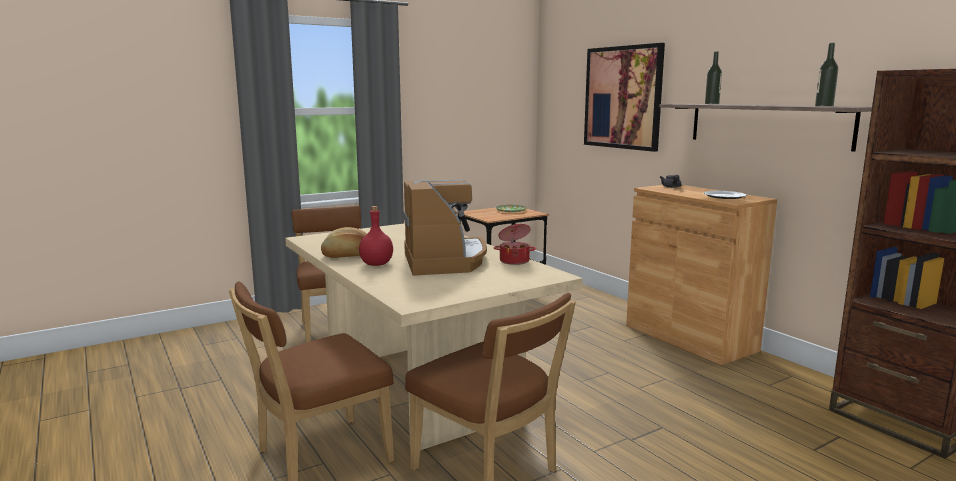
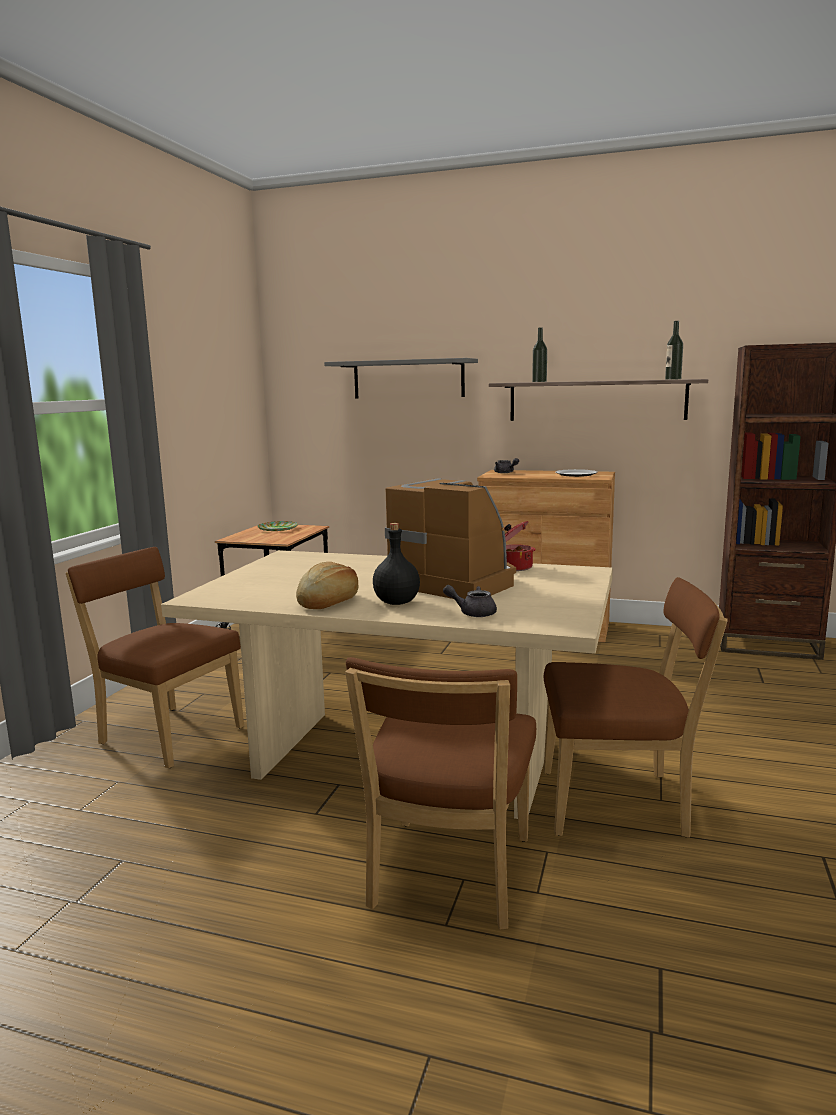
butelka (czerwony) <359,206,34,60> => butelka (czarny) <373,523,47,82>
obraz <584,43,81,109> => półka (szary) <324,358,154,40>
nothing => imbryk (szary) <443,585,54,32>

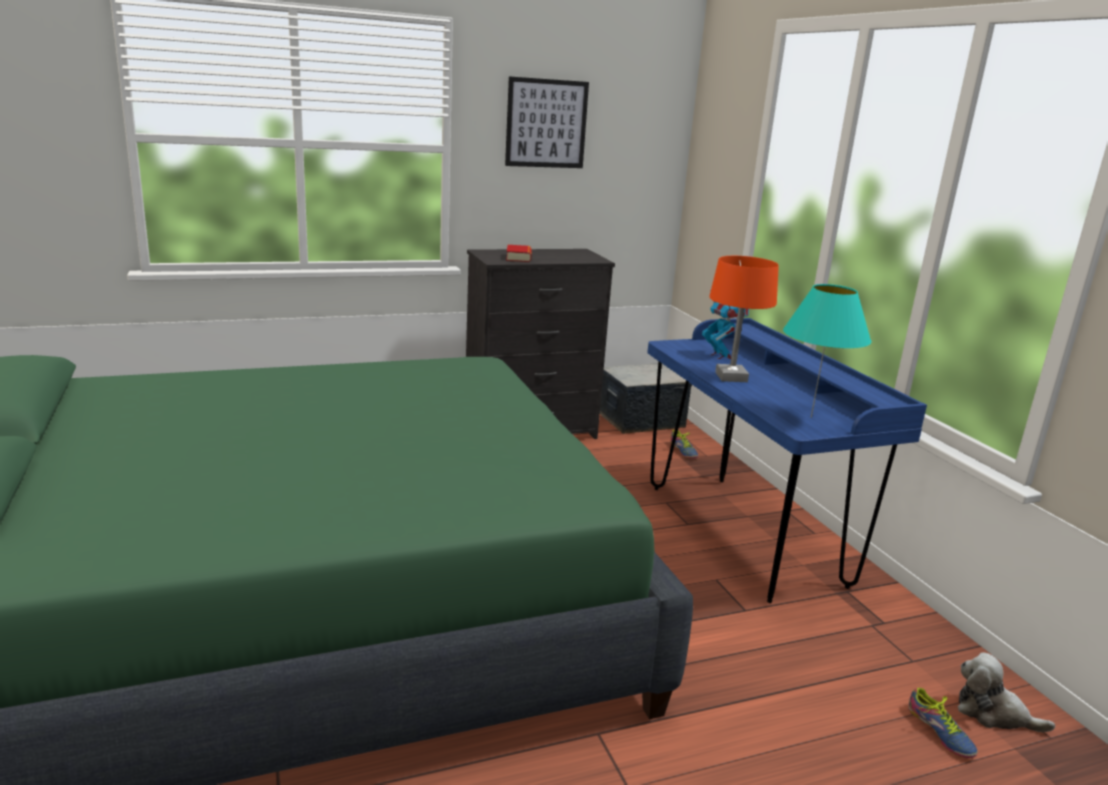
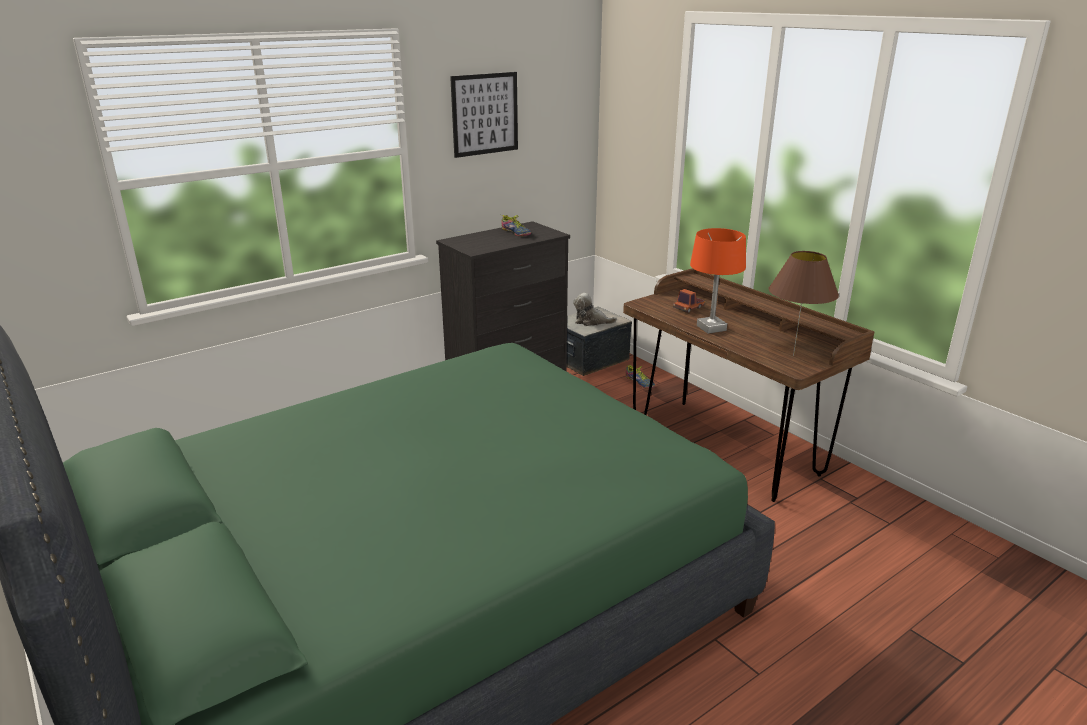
książka <506,245,26,17> => nothing
biurko (niebieski) <647,318,280,285> => biurko (brązowy) <623,268,252,234>
robot zabawkowy <702,290,47,69> => ciężarówka zabawkowa <673,289,32,24>
lampa stołowa (turkusowy) <783,284,88,134> => lampa stołowa (brązowy) <769,251,70,105>
but <908,687,70,71> => but <501,215,30,21>, relocated
pluszak <958,652,97,80> => pluszak <573,293,44,33>, relocated

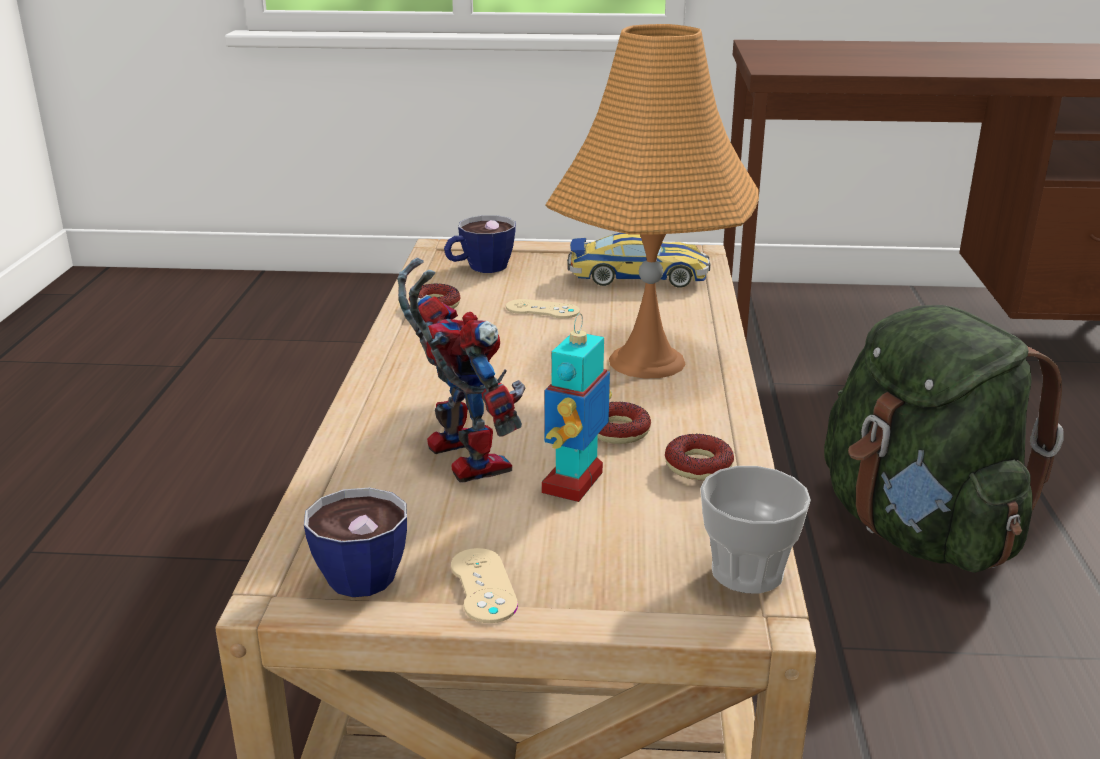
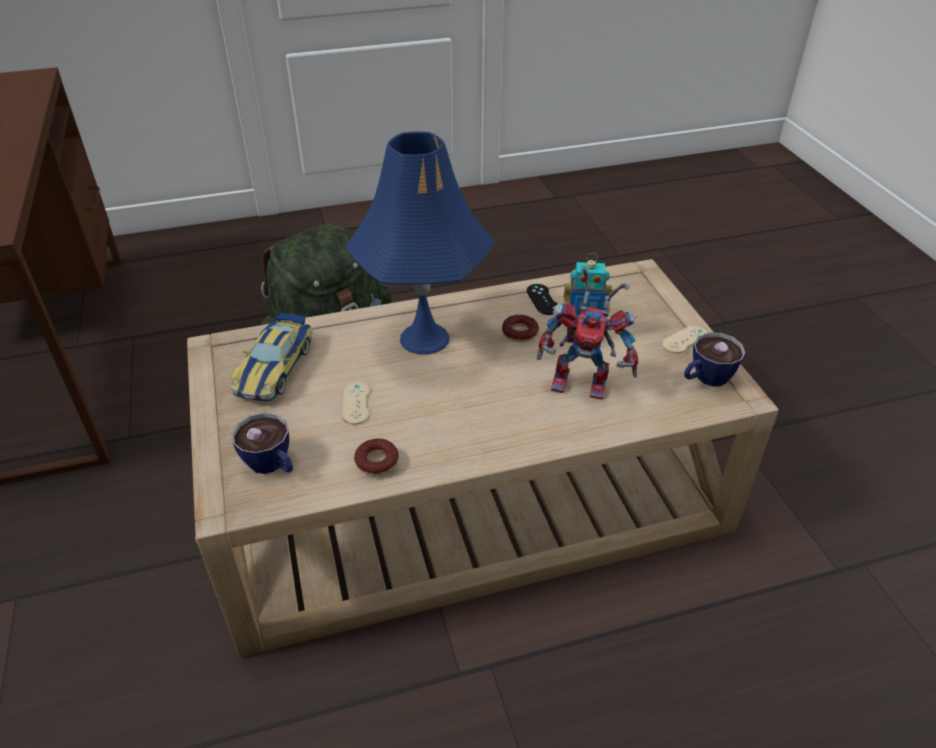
robot zabawkowy <397,257,128,226> => robot zabawkowy <537,266,101,134>, 120 degrees counterclockwise
lampa stołowa (pomarańczowy) <546,24,213,354> => lampa stołowa (niebieski) <345,131,150,224>
samochodzik <567,233,143,55> => samochodzik <231,313,82,88>, 150 degrees counterclockwise
donut <665,434,69,46> => pad do gier (czarny) <527,284,31,31>
filiżanka <700,466,111,127> => nothing

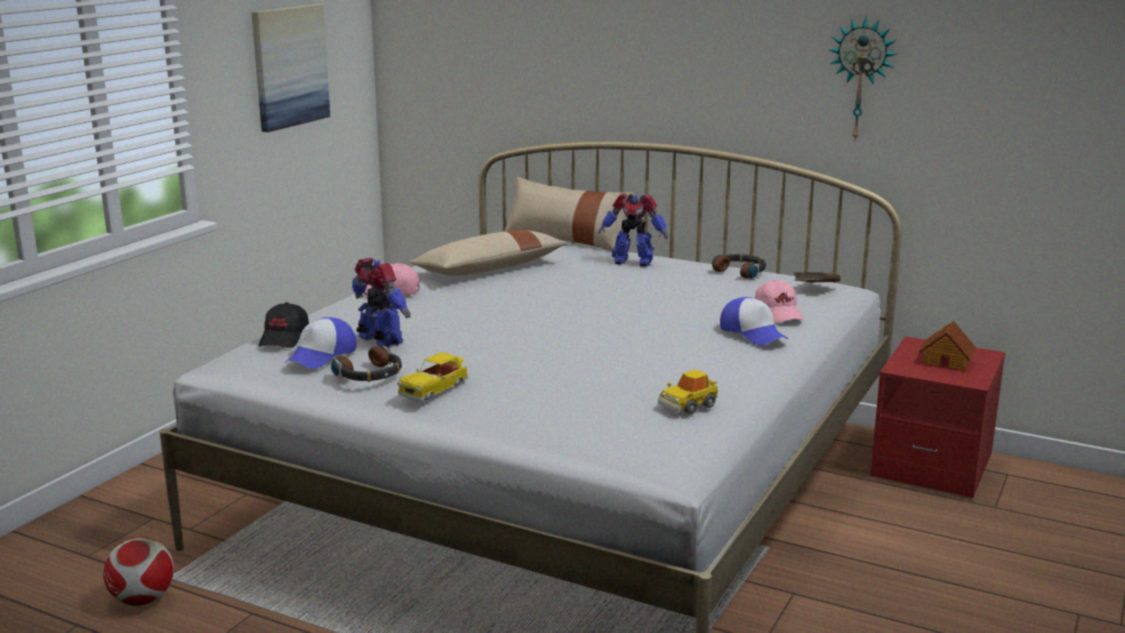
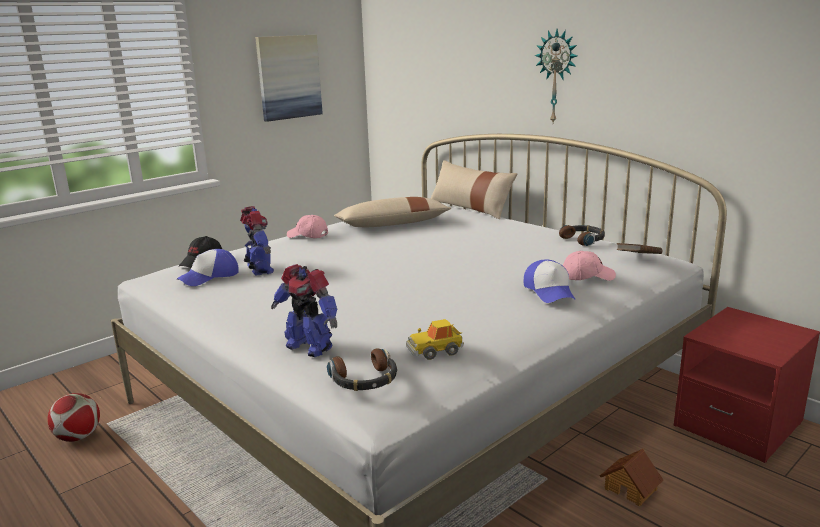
słuchawki <331,346,71,36> => słuchawki <327,348,70,43>, relocated
samochodzik <398,352,70,49> => nothing
robot zabawkowy <598,193,70,74> => robot zabawkowy <271,264,66,93>, relocated
czapka z daszkiem (różowy) <755,280,49,43> => czapka z daszkiem (różowy) <563,251,53,30>, 105 degrees counterclockwise
zegar ścienny <829,17,69,125> => zegar ścienny <535,29,42,94>, relocated
domek <919,321,57,50> => domek <600,449,63,57>, relocated

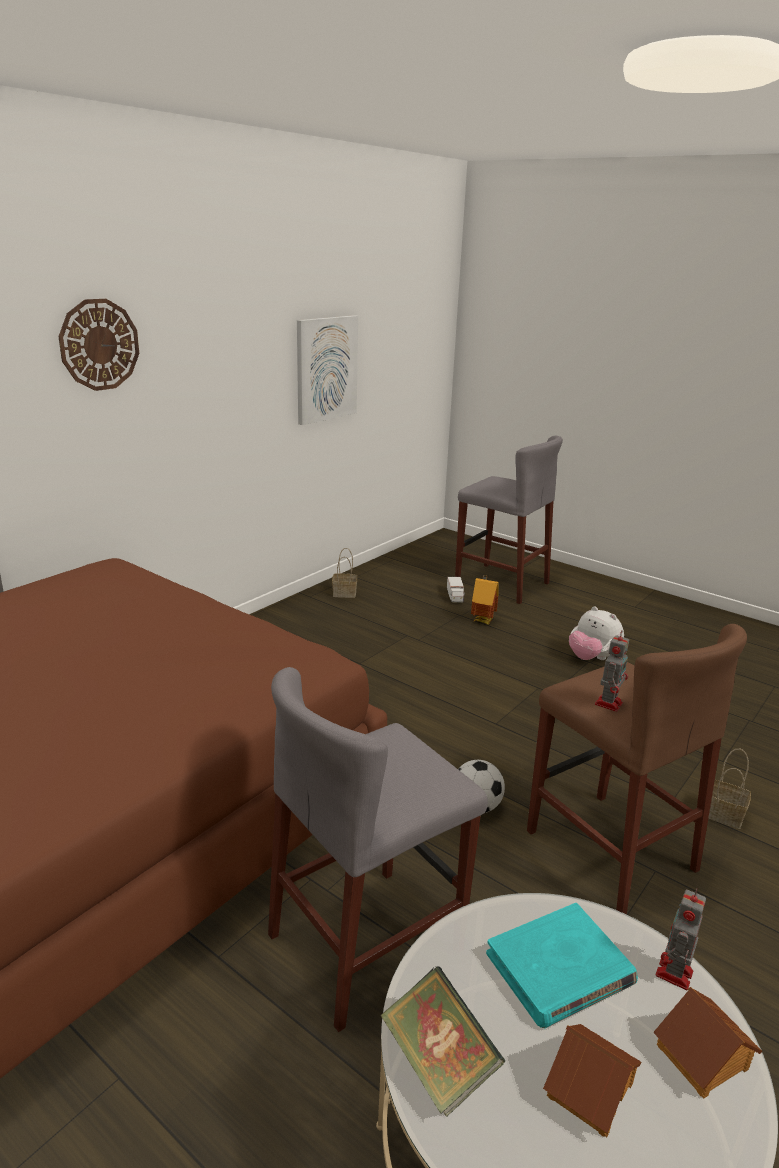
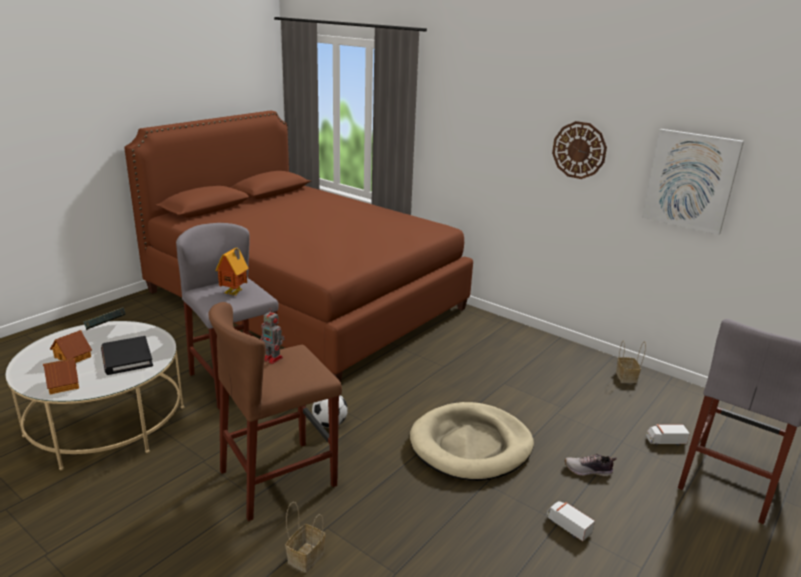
zegar ścienny <58,299,81,92> => zegar ścienny <552,121,55,58>, relocated
domek <471,575,27,50> => domek <215,248,33,48>, relocated
książka (turkusowy) <486,903,152,125> => książka (czarny) <101,336,52,39>
pluszak <569,606,55,54> => ciężarówka zabawkowa <546,501,49,40>
robot zabawkowy <656,888,50,102> => nothing
nothing => legowisko (beżowy) <410,402,124,79>
nothing => but <565,454,52,22>

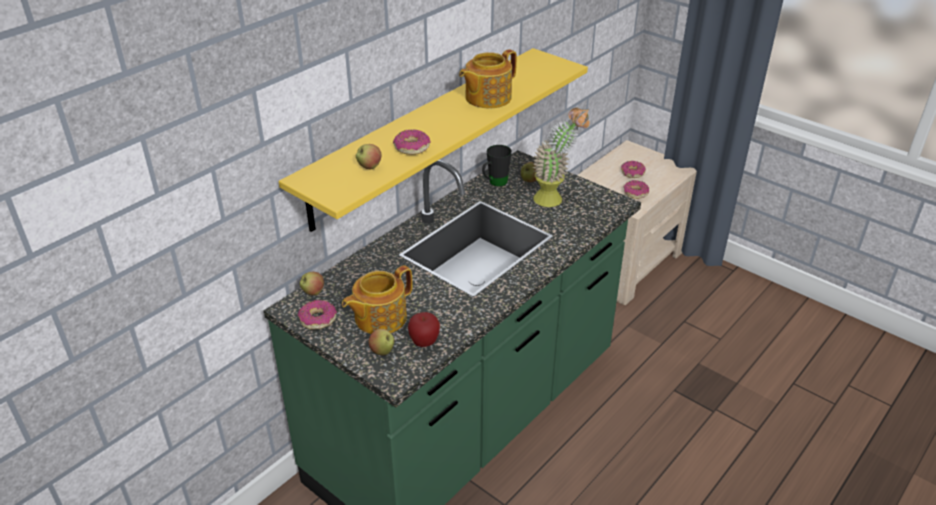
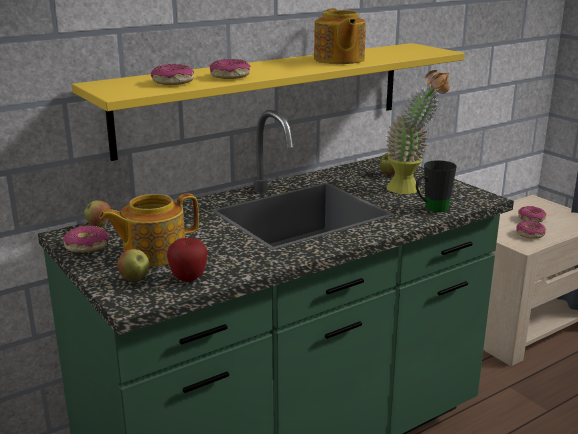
jabłko <356,144,26,25> => donut <151,64,43,21>
imbryk <459,49,58,59> => imbryk <314,9,52,55>, 75 degrees counterclockwise
kubek (czarny) <482,145,30,41> => kubek (czarny) <416,160,41,52>, relocated

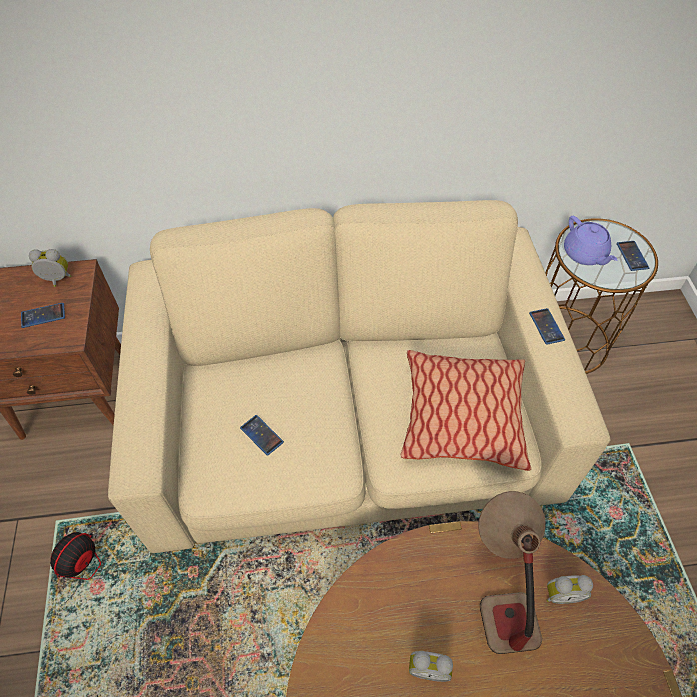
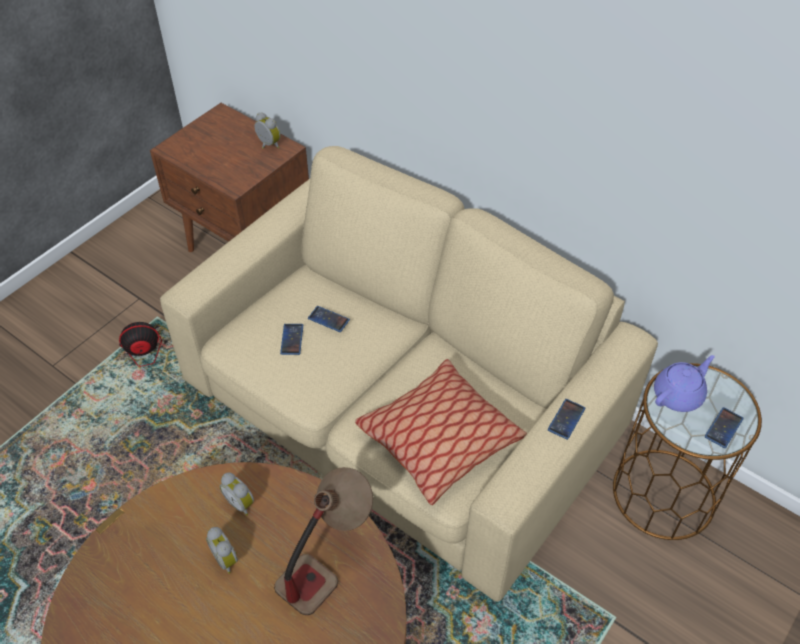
telefon <21,303,44,25> => telefon <308,306,42,26>, relocated
budzik <546,575,47,29> => budzik <220,472,34,44>, relocated
imbryk (fioletowy) <564,216,53,49> => imbryk (fioletowy) <654,355,61,57>, 150 degrees counterclockwise

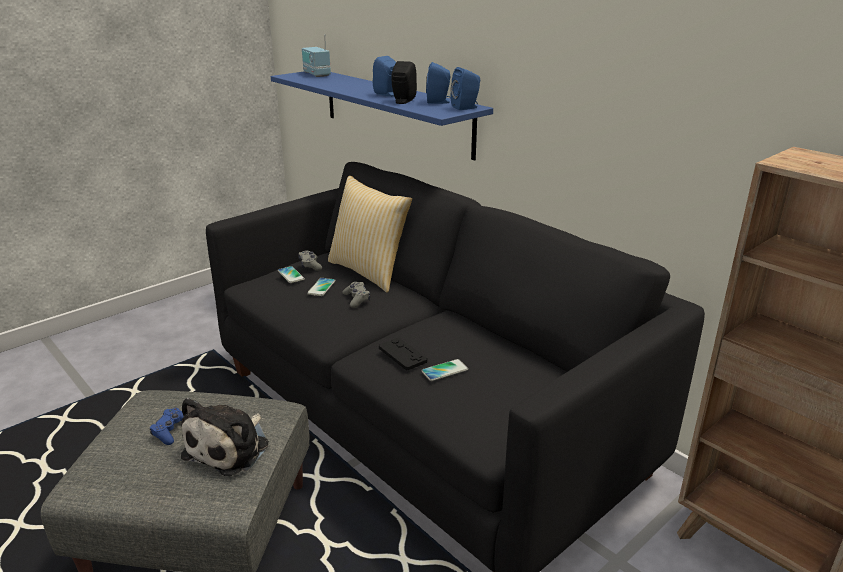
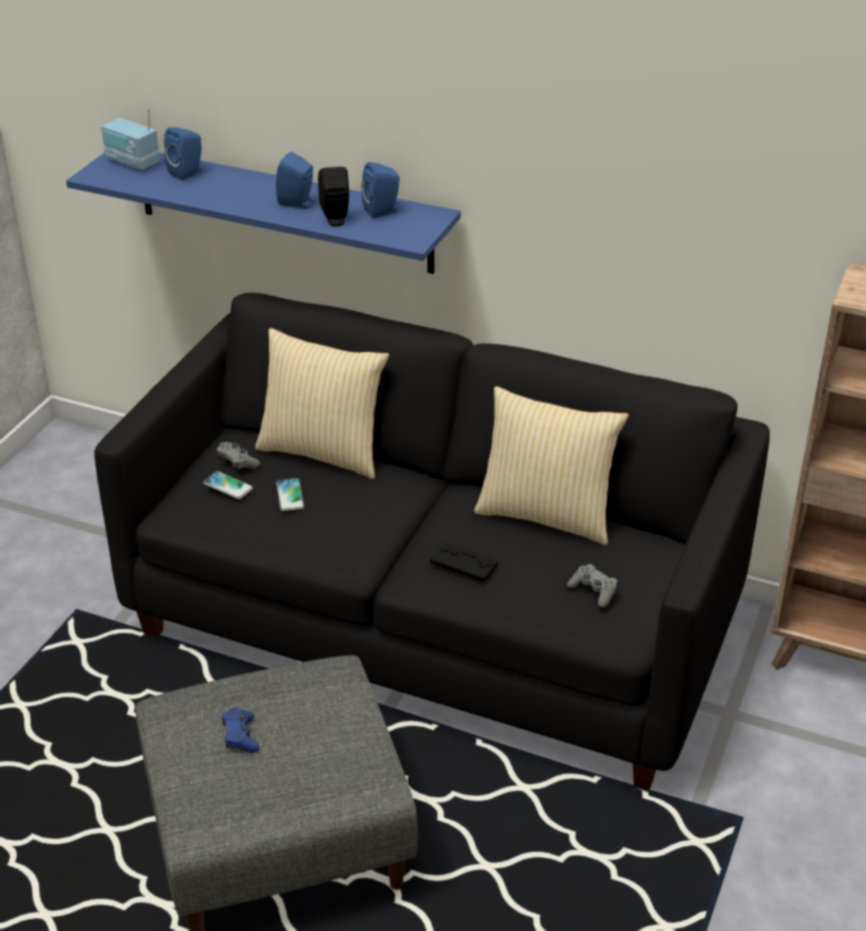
pluszak <181,397,88,79> => nothing
pad do gier (szary) <342,282,28,26> => pad do gier (szary) <567,564,50,44>, relocated
telefon <421,359,47,22> => nothing
głośnik (niebieski) <451,67,29,43> => głośnik (niebieski) <164,127,37,53>, relocated
nothing => poduszka <474,386,155,159>

